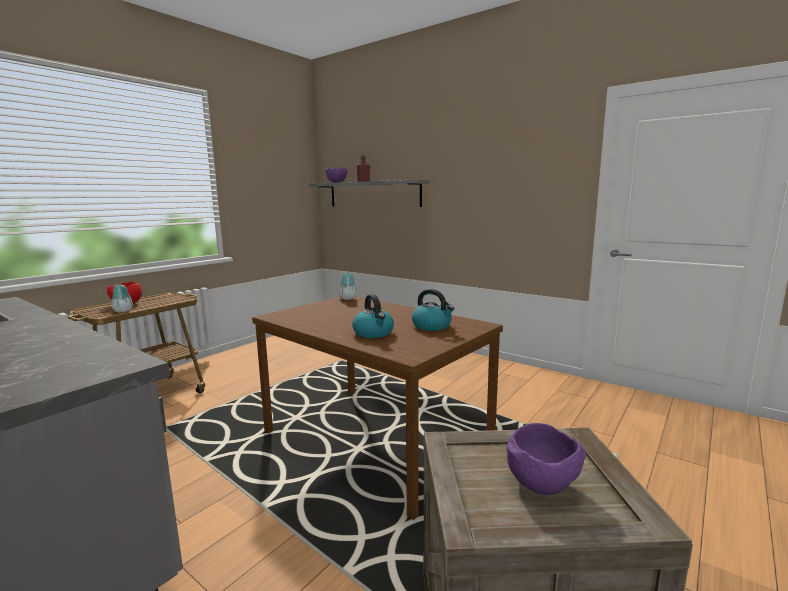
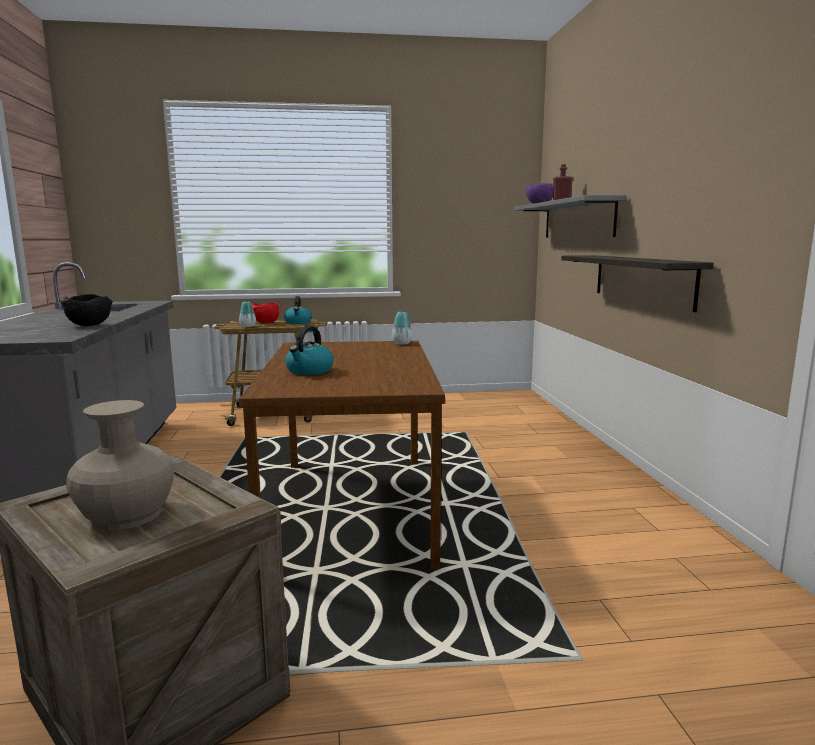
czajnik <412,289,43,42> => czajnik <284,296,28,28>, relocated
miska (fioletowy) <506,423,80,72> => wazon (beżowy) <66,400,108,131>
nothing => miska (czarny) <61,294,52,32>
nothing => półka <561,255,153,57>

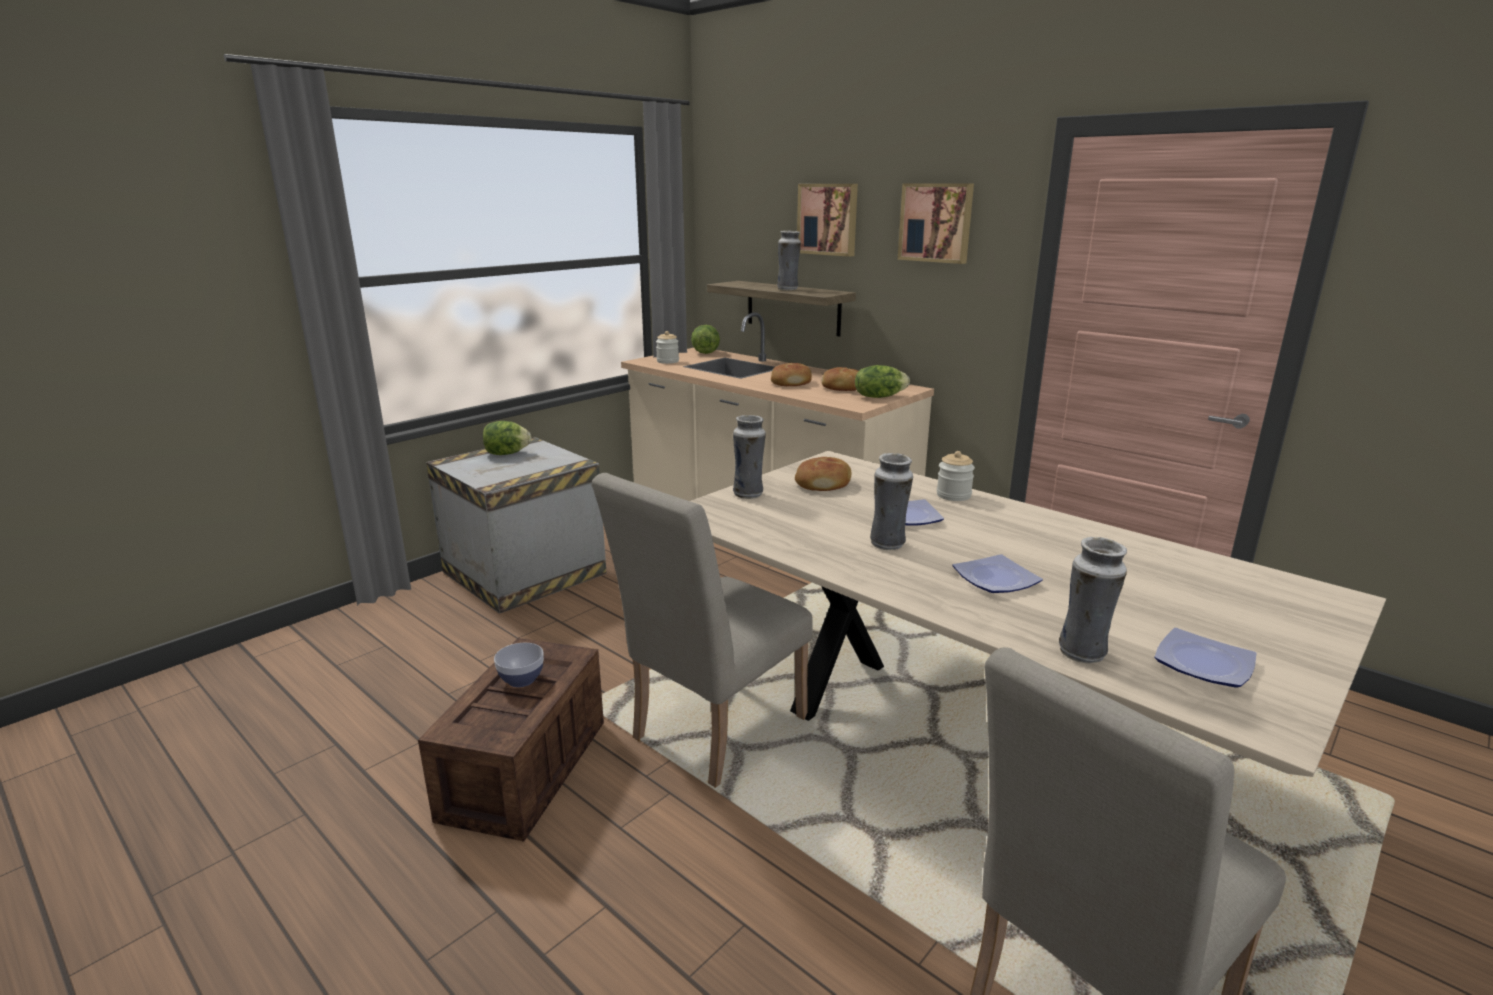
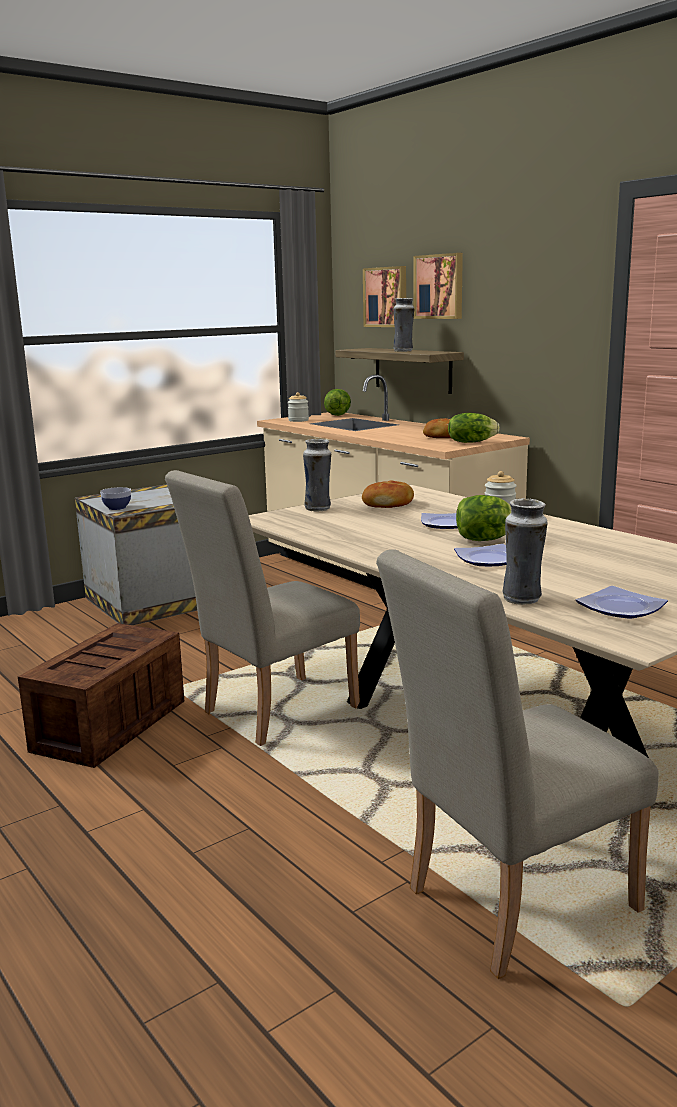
sałata <483,421,48,34> => sałata <456,495,55,46>, relocated
miska <494,643,50,44> => miska <100,487,31,23>, relocated
chleb <771,363,41,23> => nothing
wazon <870,453,43,97> => nothing
obraz <898,183,76,81> => obraz <363,266,43,61>, relocated

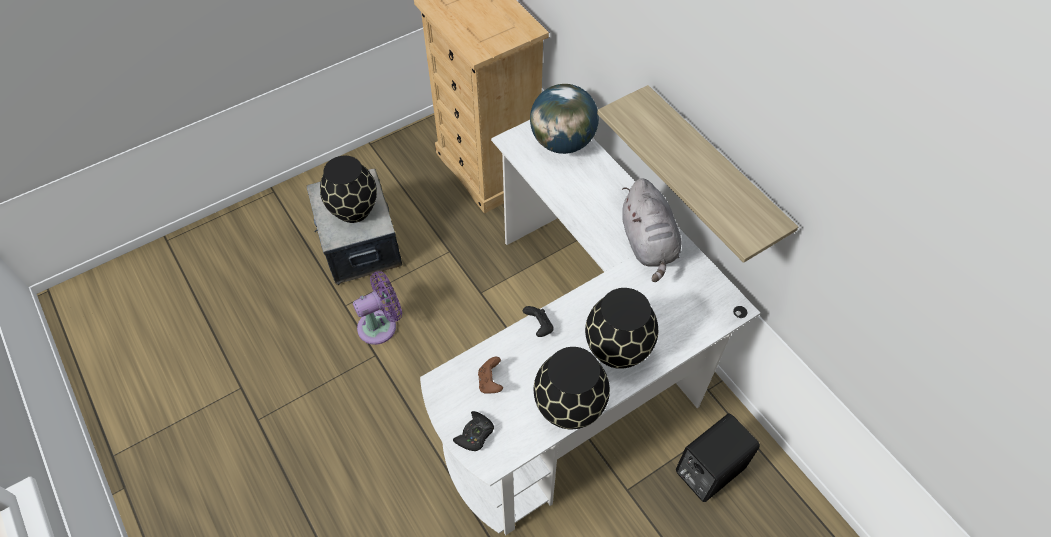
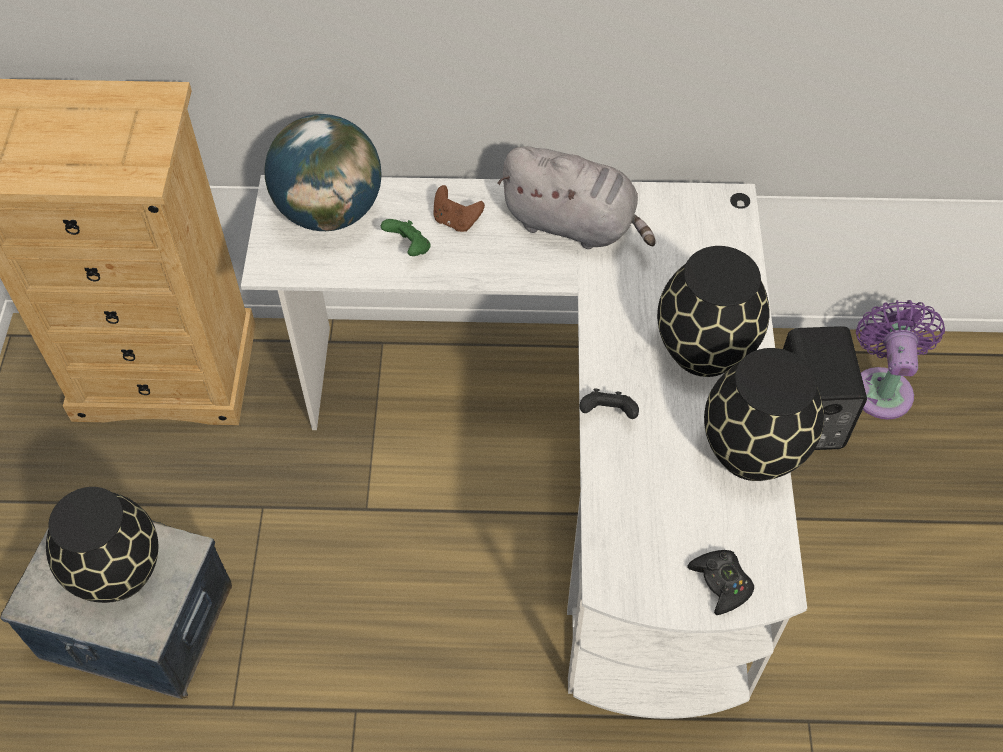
wentylator (fioletowy) <353,271,49,74> => wentylator (fioletowy) <856,300,89,119>, relocated
pad do gier (brązowy) <478,357,25,37> => pad do gier (brązowy) <434,185,51,47>, relocated
półka <597,85,201,178> => nothing
nothing => pad do gier (zielony) <381,219,50,37>

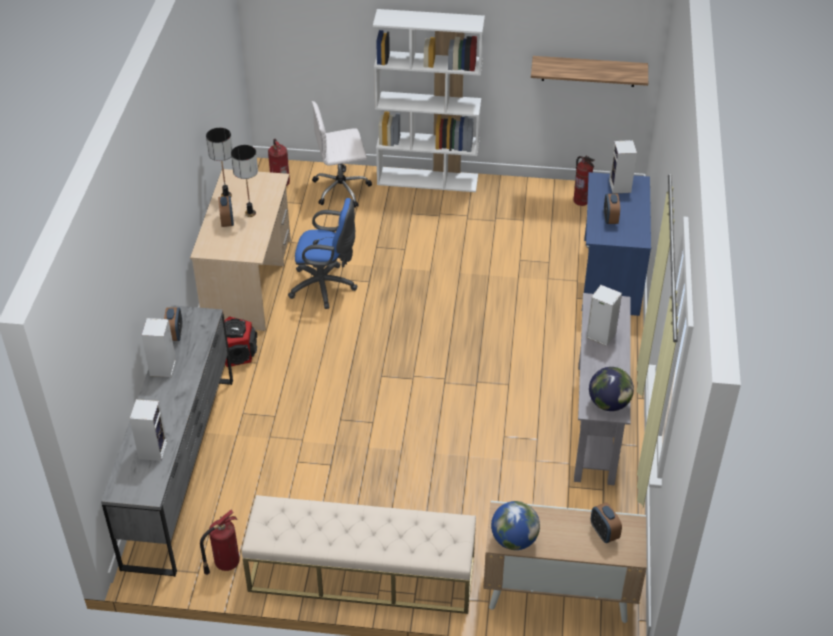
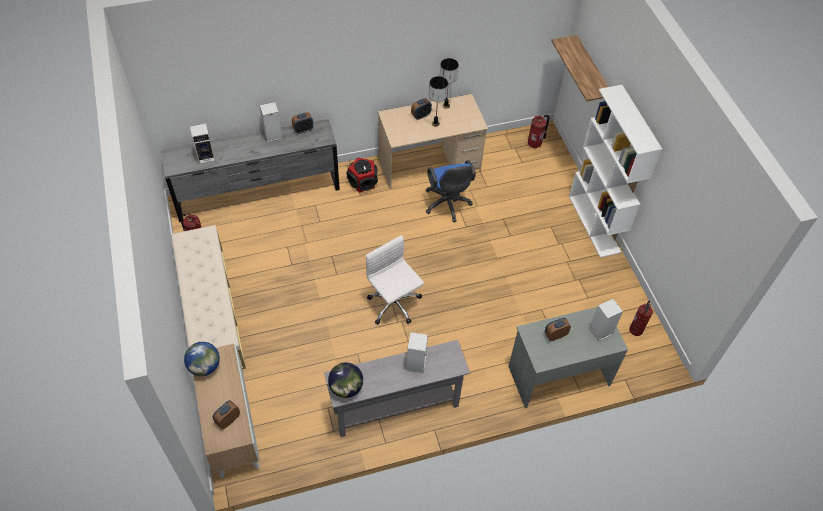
krzesło biurowe (biały) <312,101,60,107> => krzesło biurowe (biały) <366,235,58,90>, relocated
półka <531,56,117,31> => półka <551,35,57,67>, relocated
biurko (niebieski) <582,172,69,144> => biurko (szary) <508,307,120,101>

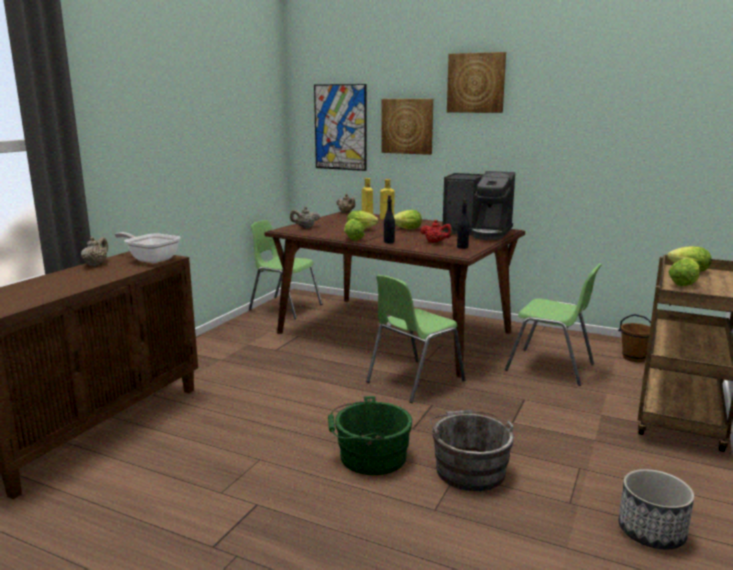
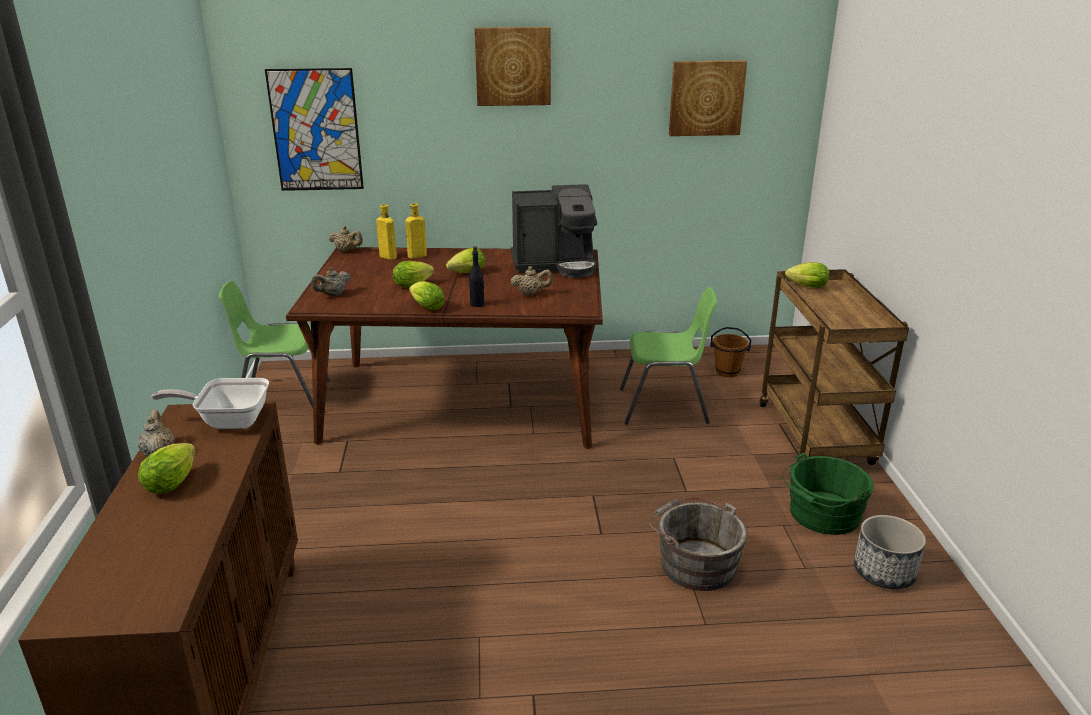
wiadro (zielony) <328,396,84,79> => wiadro (zielony) <781,453,93,82>, relocated
krzesło (zielony) <366,275,100,128> => nothing
obraz <381,99,52,56> => obraz <669,60,78,76>, relocated
imbryk (czerwony) <420,220,32,23> => imbryk (beżowy) <510,266,43,30>
butelka (czarny) <457,199,13,50> => nothing
sałata <668,258,32,28> => sałata <138,443,57,51>, relocated

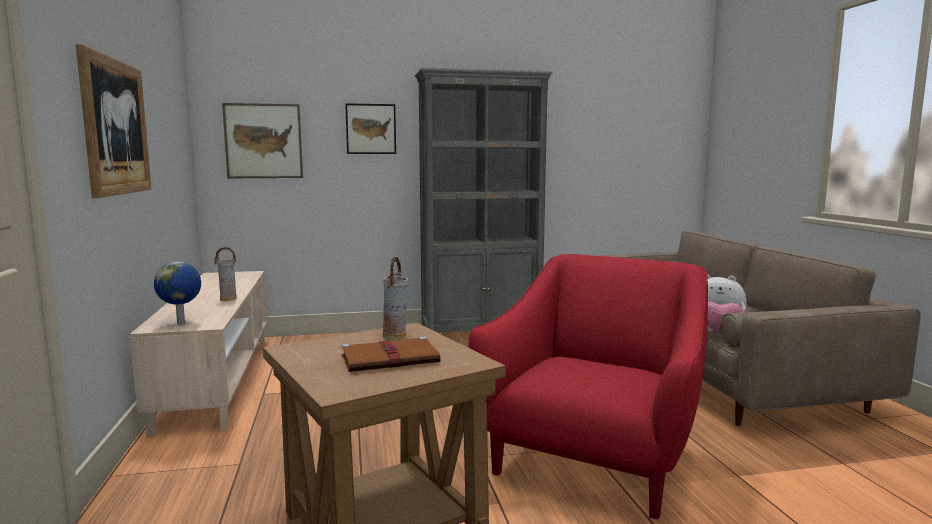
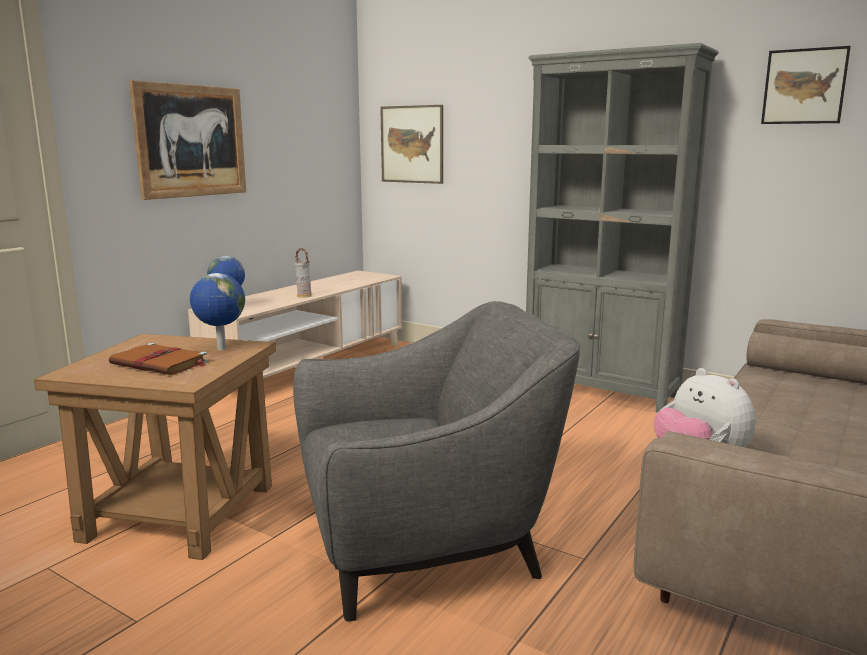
obraz <345,103,51,51> => obraz <761,46,90,78>, relocated
wazon <383,257,25,83> => globus <190,273,55,77>
fotel (czerwony) <468,254,240,265> => fotel (szary) <293,301,287,321>

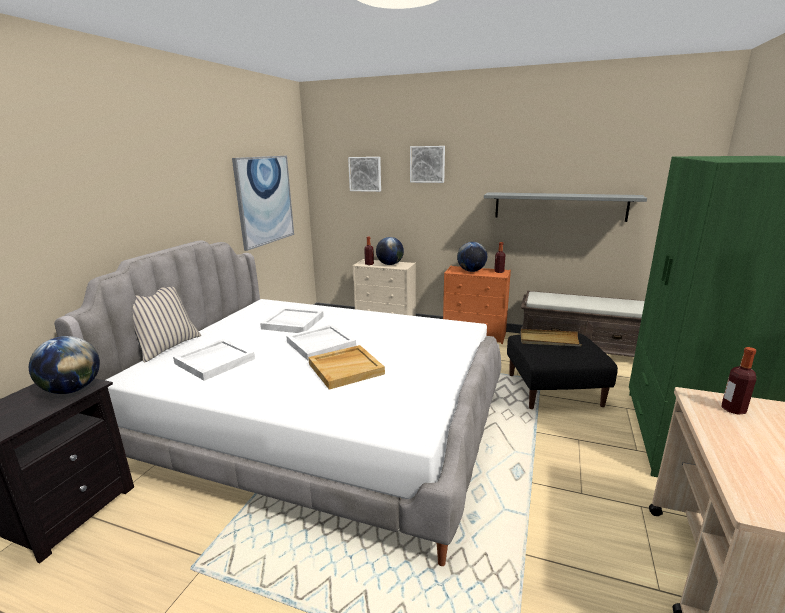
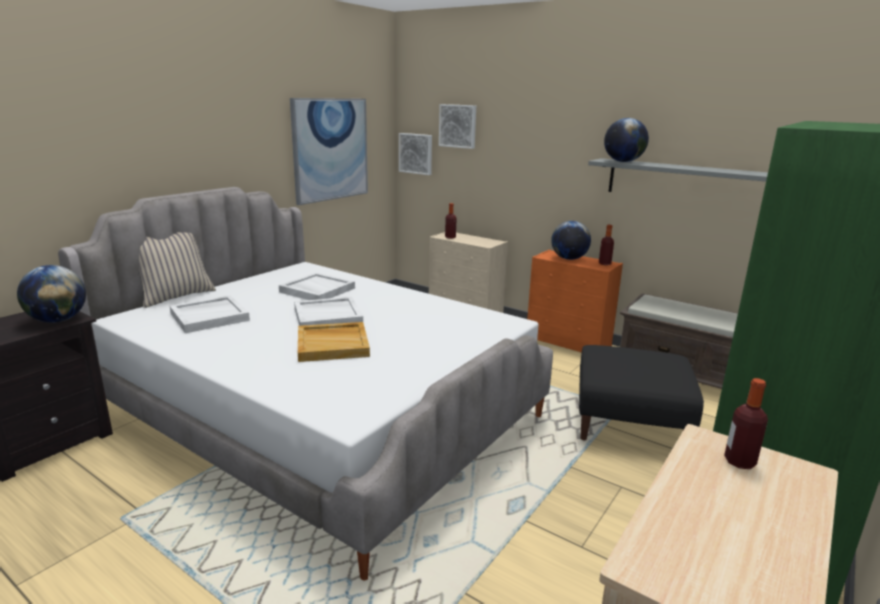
globus <376,237,28,28> => globus <604,118,45,44>, relocated
obraz <410,146,35,37> => obraz <399,133,33,42>, relocated
taca (beżowy) <521,329,61,17> => nothing

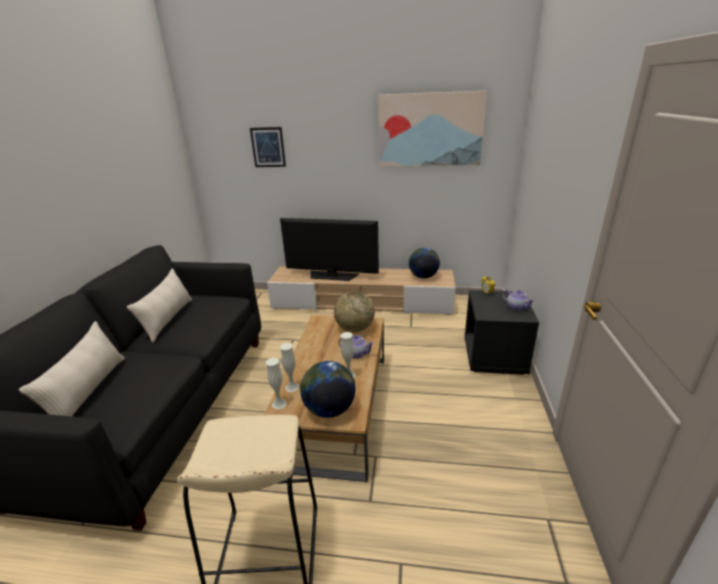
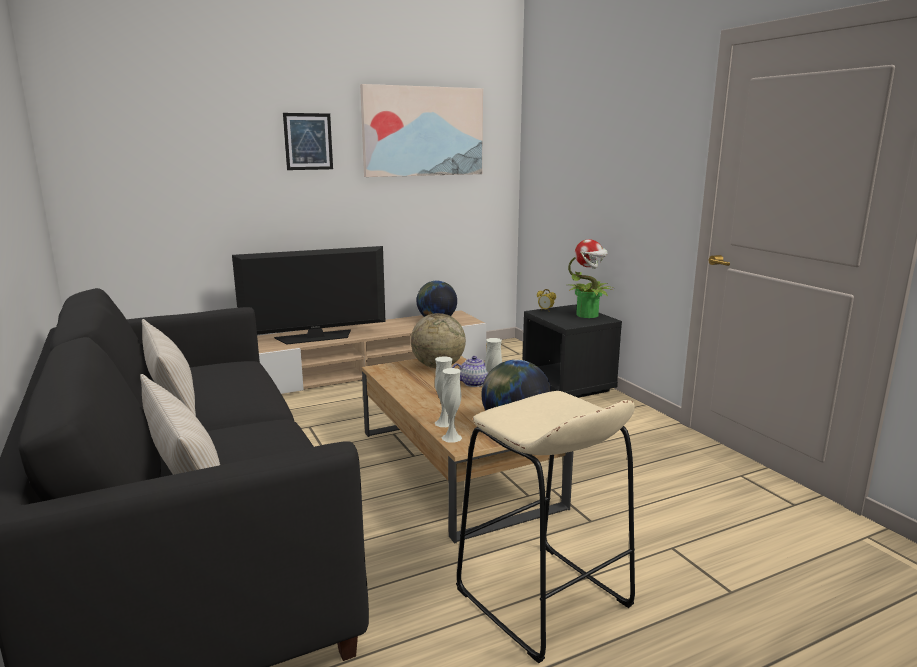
obraz <250,127,36,40> => obraz <283,113,50,57>, relocated
imbryk <503,290,32,21> => roślina doniczkowa <568,239,46,79>

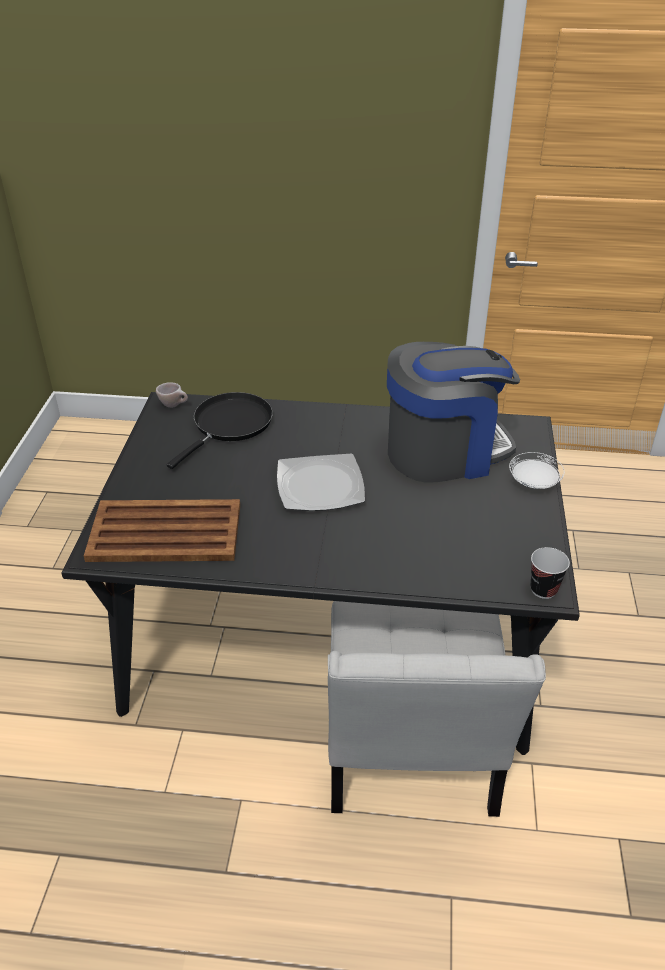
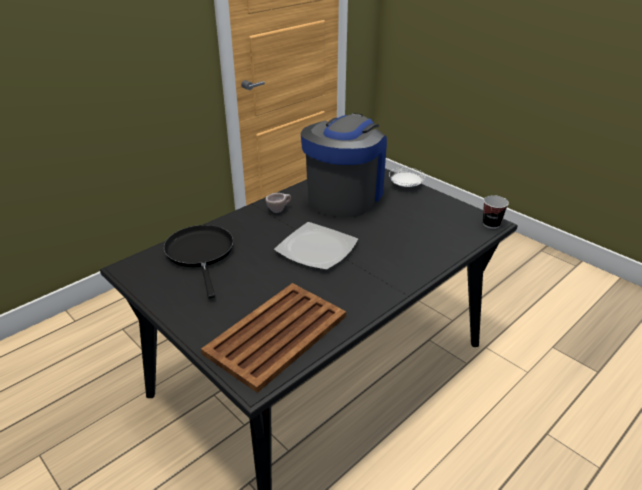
filiżanka (beżowy) <156,382,32,26> => filiżanka (beżowy) <265,193,26,20>, relocated
krzesło (biały) <328,601,218,216> => nothing

